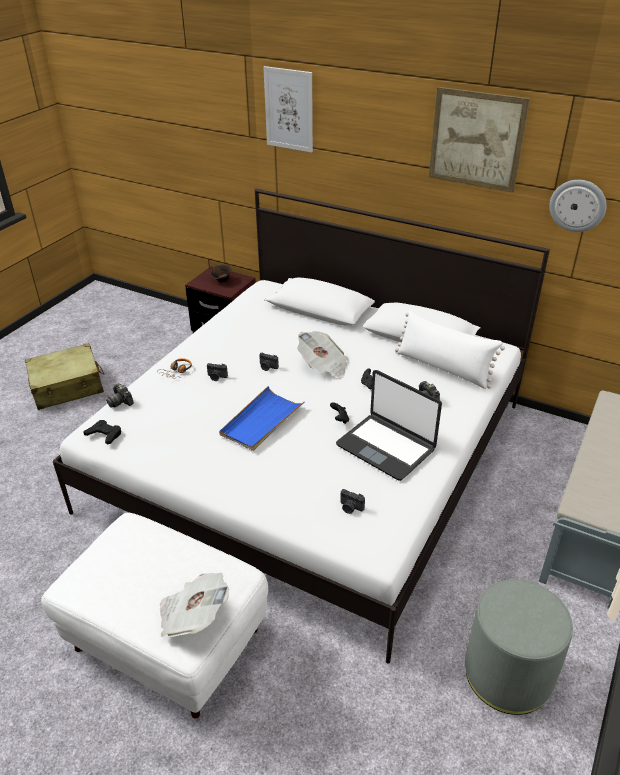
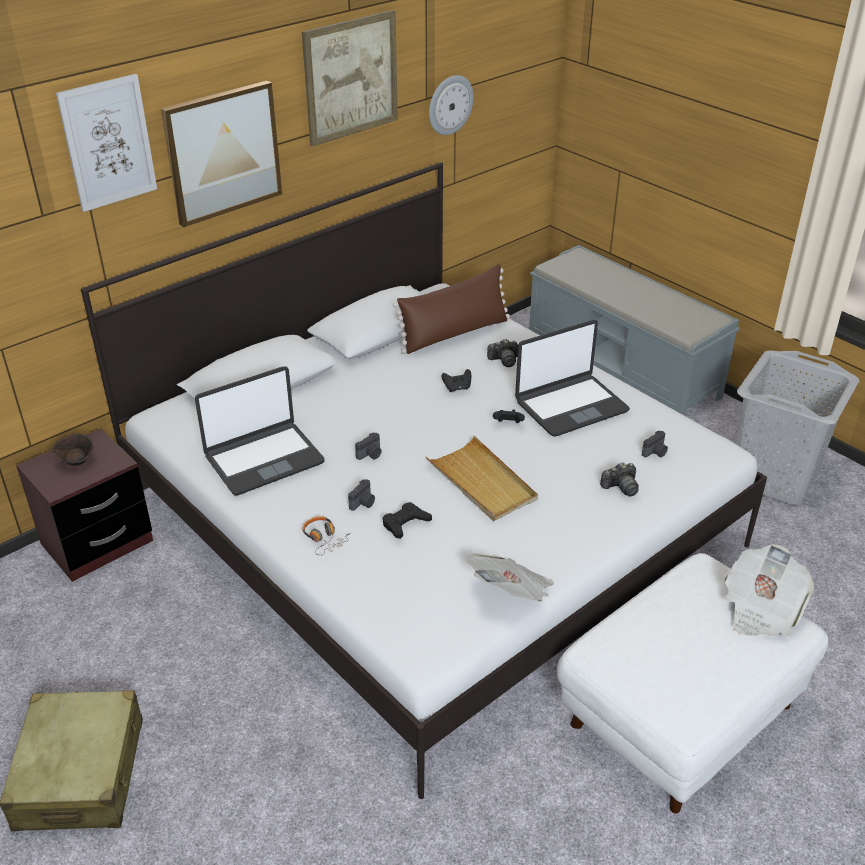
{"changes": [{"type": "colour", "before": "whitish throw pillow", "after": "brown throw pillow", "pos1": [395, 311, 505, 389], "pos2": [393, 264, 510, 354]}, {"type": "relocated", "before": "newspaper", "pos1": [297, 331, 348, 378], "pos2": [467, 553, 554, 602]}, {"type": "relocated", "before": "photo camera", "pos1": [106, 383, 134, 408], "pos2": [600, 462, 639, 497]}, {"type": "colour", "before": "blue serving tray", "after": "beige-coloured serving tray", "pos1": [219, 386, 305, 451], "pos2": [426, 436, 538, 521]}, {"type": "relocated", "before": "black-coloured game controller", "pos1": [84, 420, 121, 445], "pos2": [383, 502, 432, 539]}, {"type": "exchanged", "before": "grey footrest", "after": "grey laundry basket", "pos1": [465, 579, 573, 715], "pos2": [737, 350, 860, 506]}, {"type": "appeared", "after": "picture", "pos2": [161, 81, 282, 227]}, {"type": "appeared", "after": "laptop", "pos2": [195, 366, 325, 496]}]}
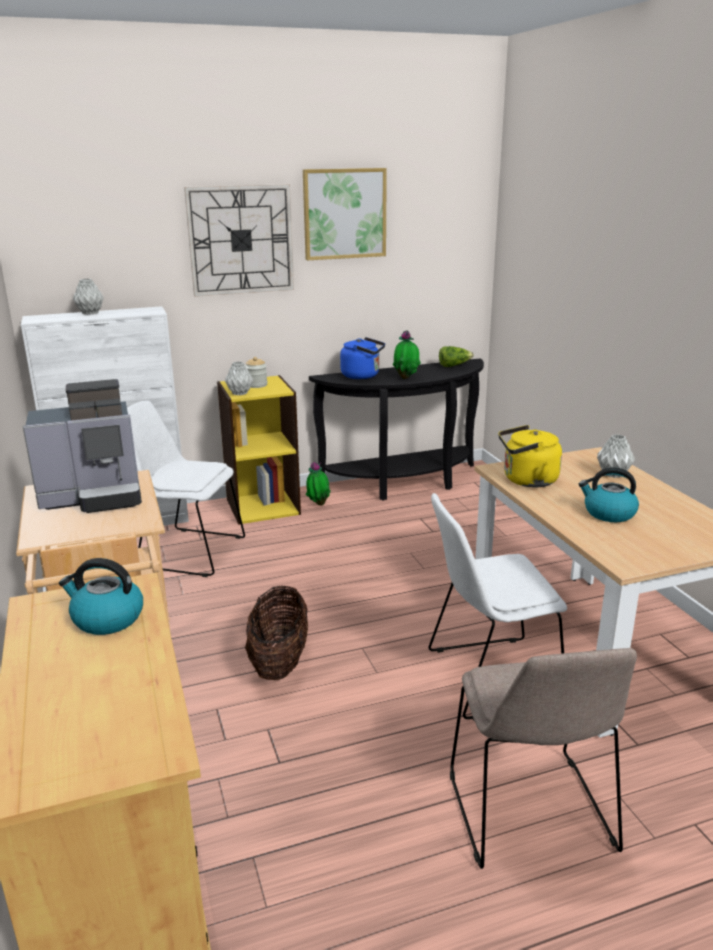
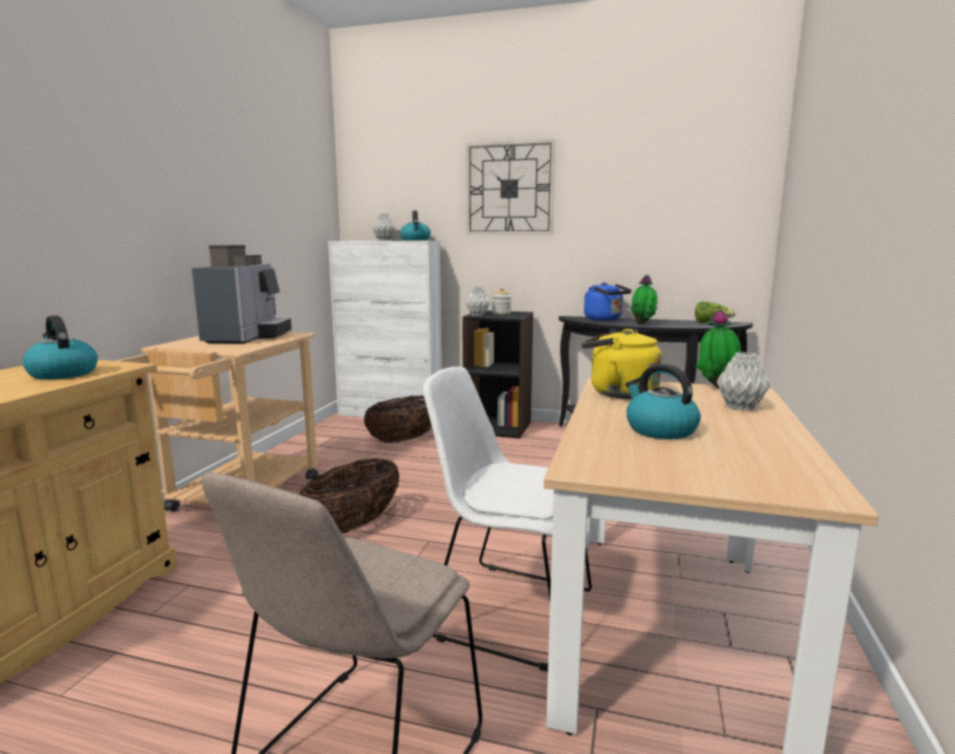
{"changes": [{"type": "missing", "before": "picture", "pos1": [303, 168, 387, 260]}, {"type": "colour", "before": "yellow-coloured bookcase", "after": "black-coloured bookcase", "pos1": [217, 375, 301, 525], "pos2": [462, 311, 533, 439]}, {"type": "spun", "before": "coffee brewer", "pos1": [23, 379, 142, 513], "pos2": [192, 245, 292, 344], "turn": -105}, {"type": "exchanged", "before": "whitish chair", "after": "basket", "pos1": [127, 401, 245, 577], "pos2": [364, 395, 432, 443]}, {"type": "relocated", "before": "houseplant", "pos1": [306, 462, 331, 505], "pos2": [695, 310, 741, 389]}, {"type": "appeared", "after": "tea kettle", "pos2": [400, 211, 431, 241]}]}
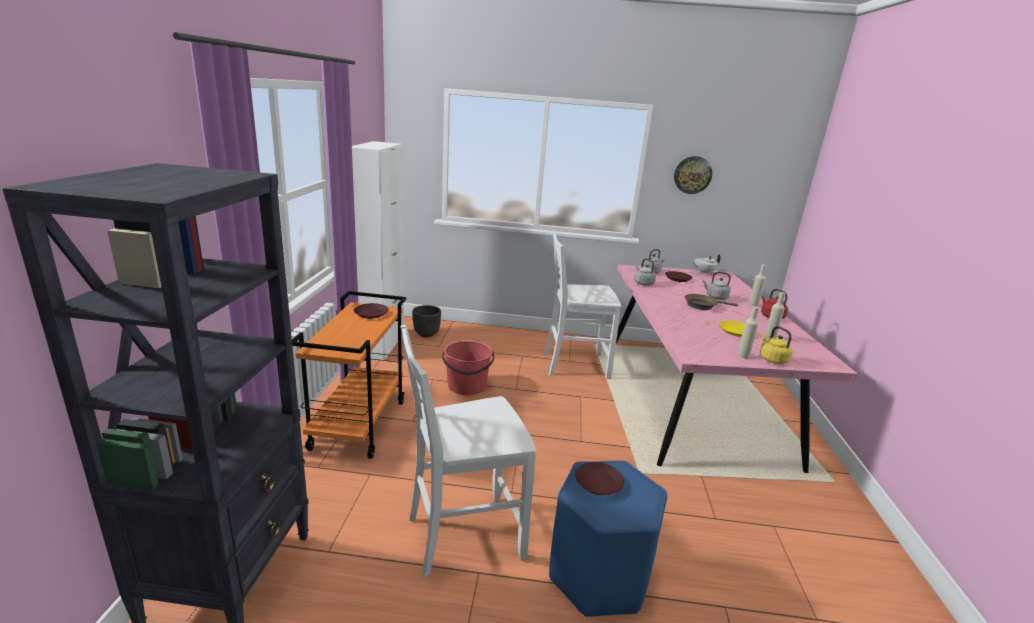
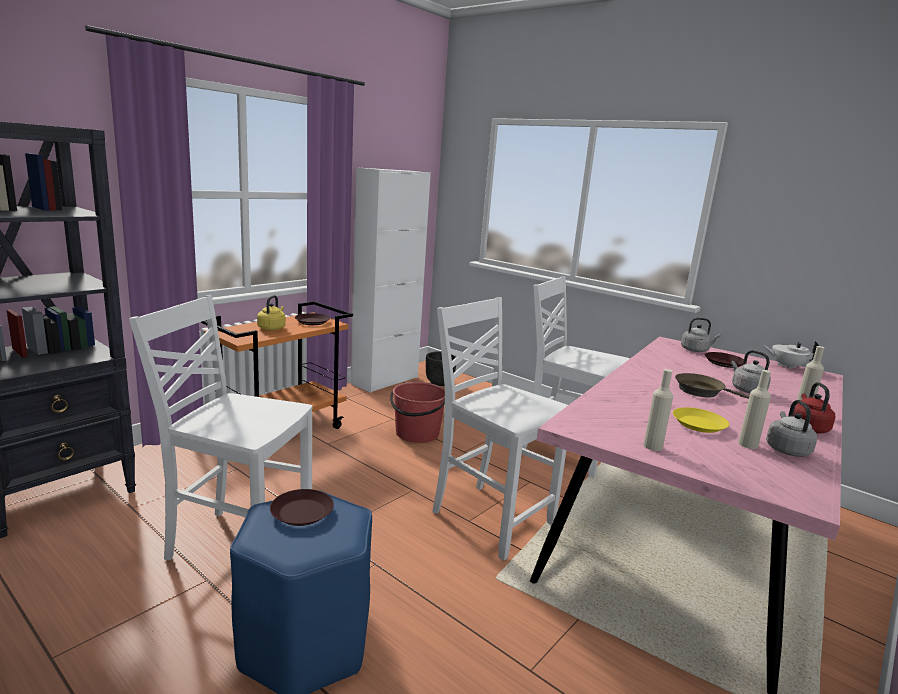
{"changes": [{"type": "missing", "before": "hanging clock", "pos1": [674, 156, 712, 194]}, {"type": "relocated", "before": "grey tea kettle", "pos1": [634, 258, 656, 286], "pos2": [766, 400, 817, 457]}, {"type": "relocated", "before": "yellow-coloured tea kettle", "pos1": [760, 326, 792, 364], "pos2": [257, 295, 285, 330]}, {"type": "appeared", "after": "whitish chair", "pos2": [432, 297, 568, 561]}]}
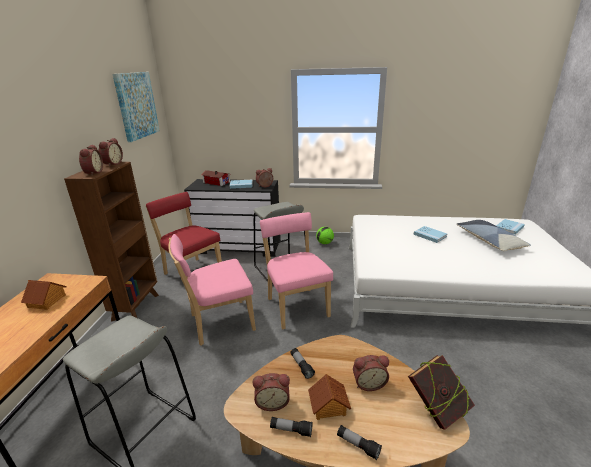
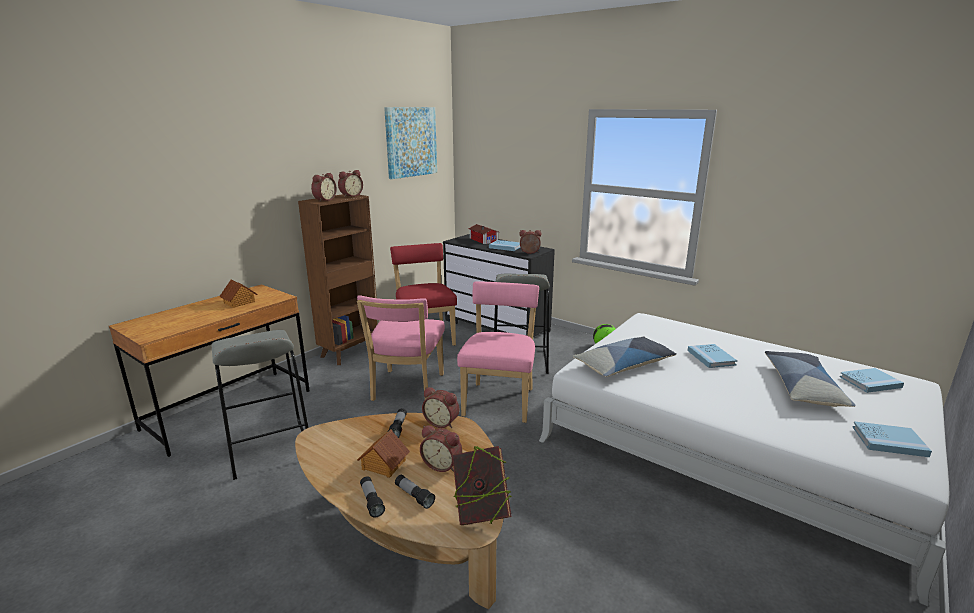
{"changes": [{"type": "spun", "before": "pinkish chair", "pos1": [169, 234, 256, 345], "pos2": [357, 295, 445, 401], "turn": -90}, {"type": "relocated", "before": "table clock", "pos1": [253, 373, 290, 411], "pos2": [422, 387, 459, 428]}, {"type": "relocated", "before": "torch", "pos1": [270, 417, 313, 437], "pos2": [395, 475, 435, 509]}, {"type": "appeared", "after": "throw pillow", "pos2": [573, 337, 677, 377]}, {"type": "appeared", "after": "blue book", "pos2": [853, 421, 932, 457]}]}
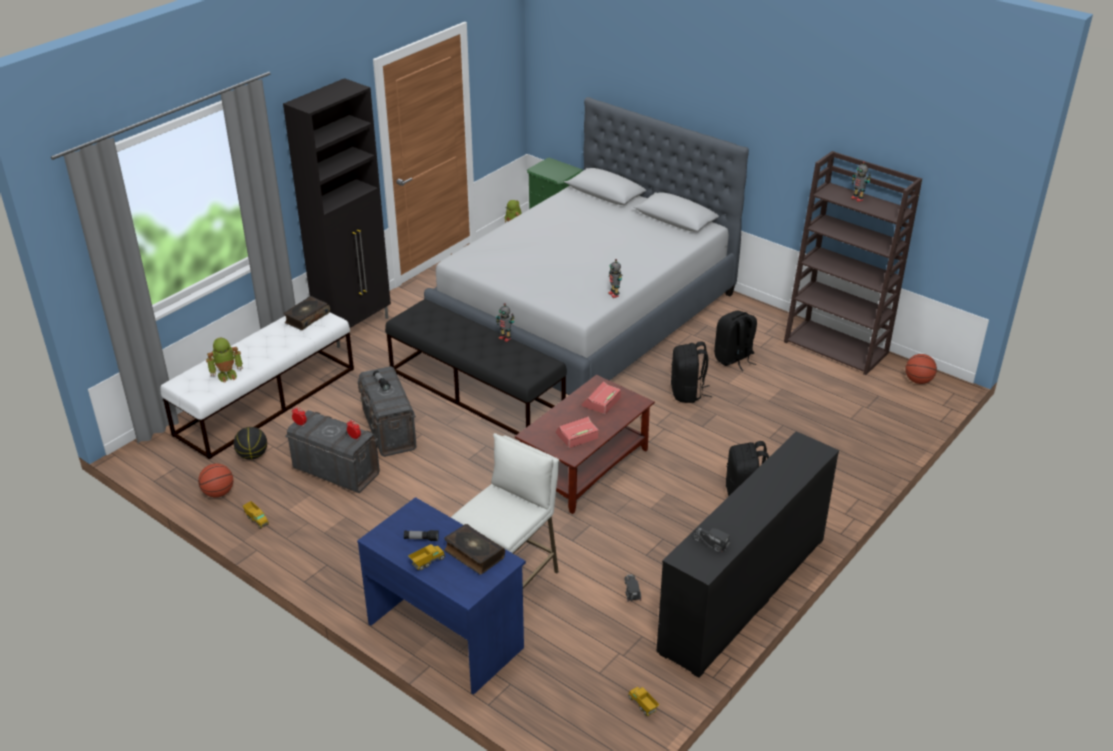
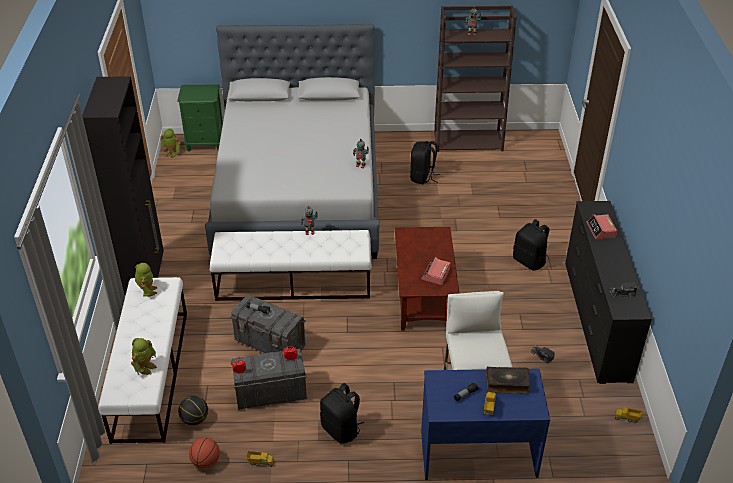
{"changes": [{"type": "exchanged", "before": "book", "after": "model robot", "pos1": [283, 296, 330, 330], "pos2": [135, 263, 158, 297]}, {"type": "colour", "before": "black-coloured indoor bench", "after": "whitish indoor bench", "pos1": [385, 299, 567, 435], "pos2": [209, 230, 372, 301]}, {"type": "relocated", "before": "black-coloured rucksack", "pos1": [671, 341, 712, 403], "pos2": [320, 383, 364, 444]}, {"type": "missing", "before": "basketball ball", "pos1": [905, 354, 937, 384]}, {"type": "relocated", "before": "table clock", "pos1": [582, 381, 621, 414], "pos2": [586, 214, 617, 239]}]}
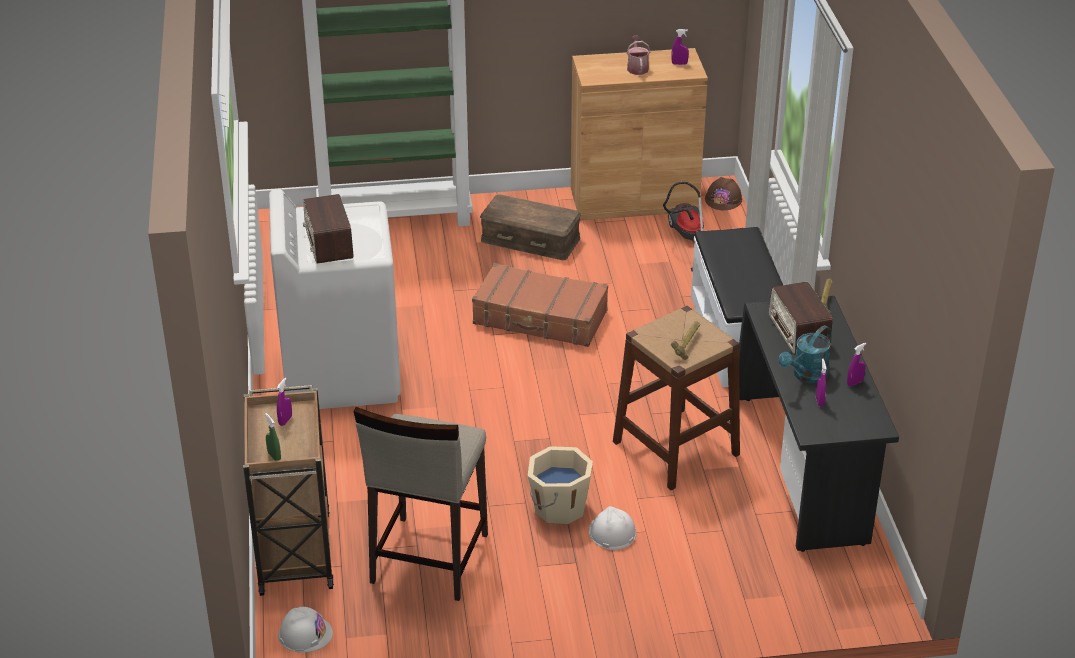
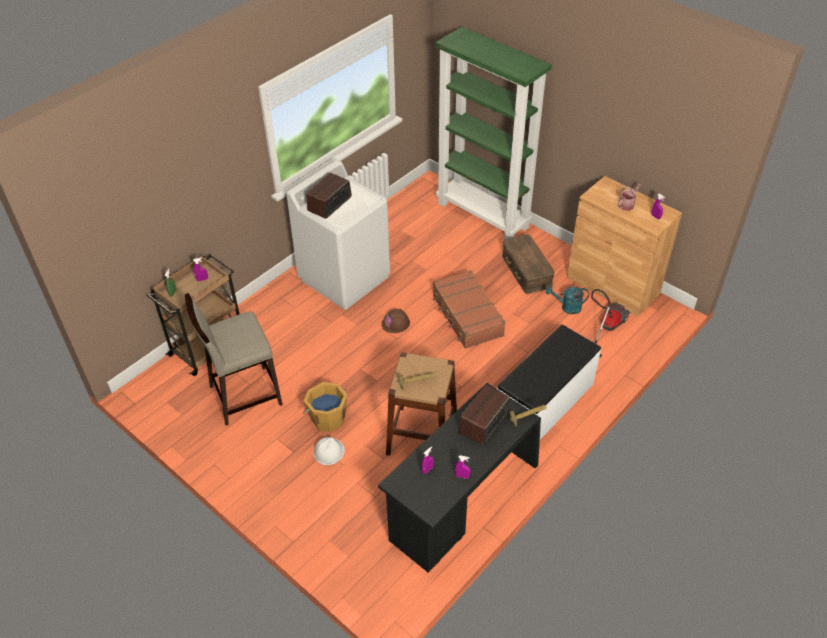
{"changes": [{"type": "relocated", "before": "brown work helmet", "pos1": [705, 177, 742, 210], "pos2": [382, 309, 410, 333]}, {"type": "relocated", "before": "turquoise-coloured watering can", "pos1": [778, 325, 832, 383], "pos2": [546, 287, 589, 314]}, {"type": "colour", "before": "beige-coloured pail", "after": "orange-coloured pail", "pos1": [528, 446, 593, 524], "pos2": [303, 382, 347, 432]}, {"type": "missing", "before": "whitish work helmet", "pos1": [278, 607, 333, 653]}]}
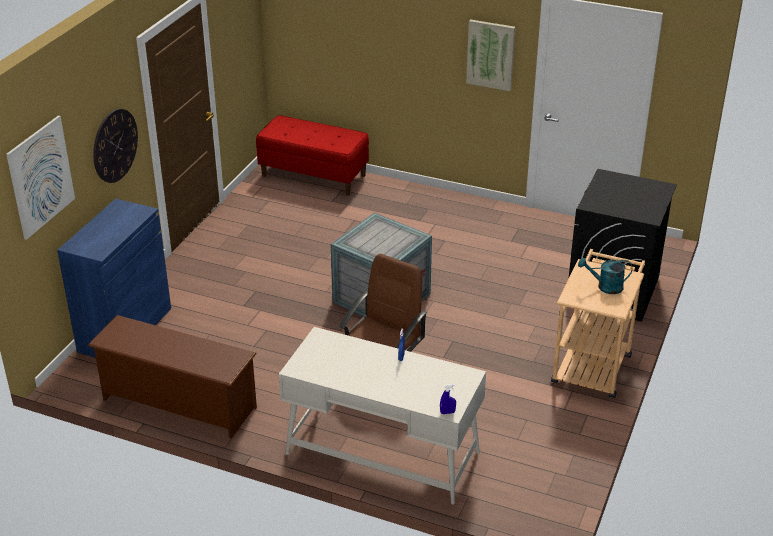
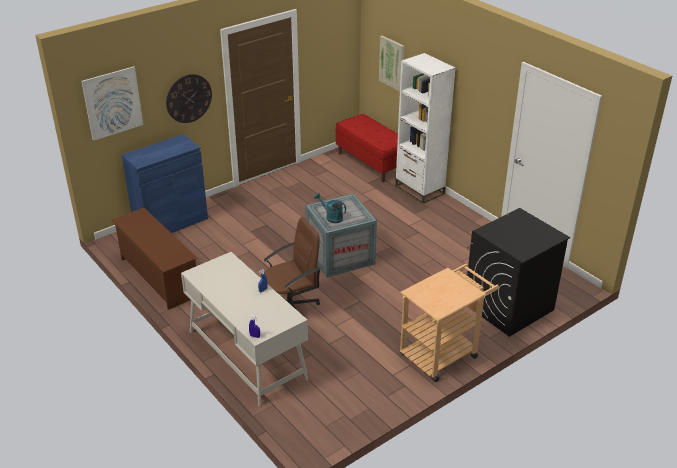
{"changes": [{"type": "relocated", "before": "picture", "pos1": [466, 19, 515, 91], "pos2": [379, 35, 404, 92]}, {"type": "relocated", "before": "turquoise-coloured watering can", "pos1": [578, 258, 632, 294], "pos2": [314, 193, 346, 223]}, {"type": "appeared", "after": "whitish bookcase", "pos2": [395, 53, 456, 204]}]}
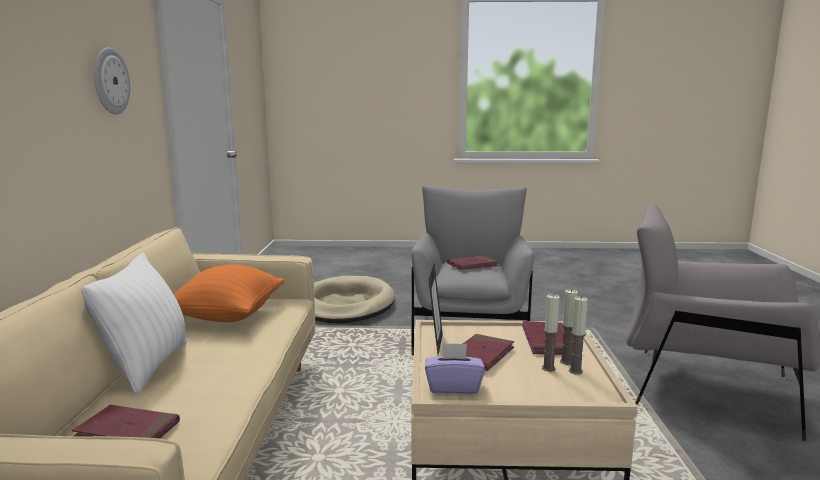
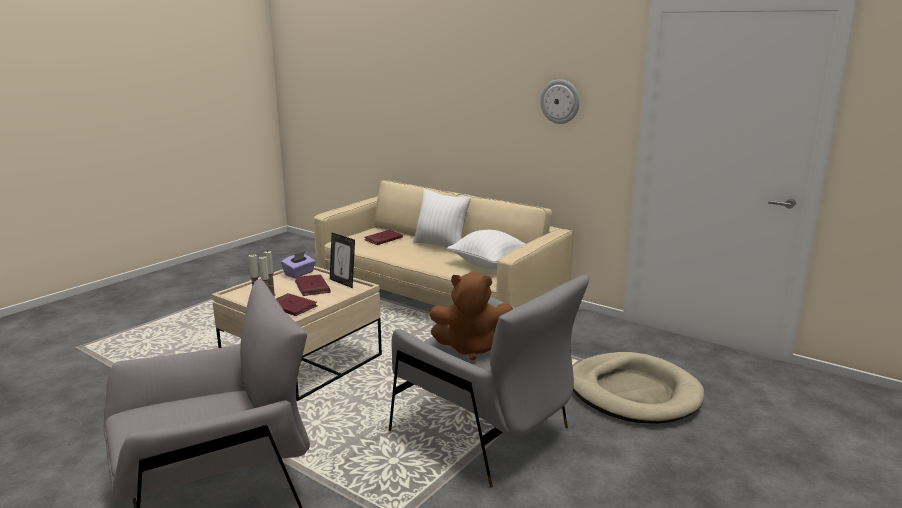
{"changes": [{"type": "exchanged", "before": "red-coloured book", "after": "brown plush toy", "pos1": [447, 256, 498, 270], "pos2": [430, 272, 513, 360]}, {"type": "colour", "before": "orange-coloured throw pillow", "after": "whitish throw pillow", "pos1": [174, 264, 284, 322], "pos2": [447, 230, 525, 269]}]}
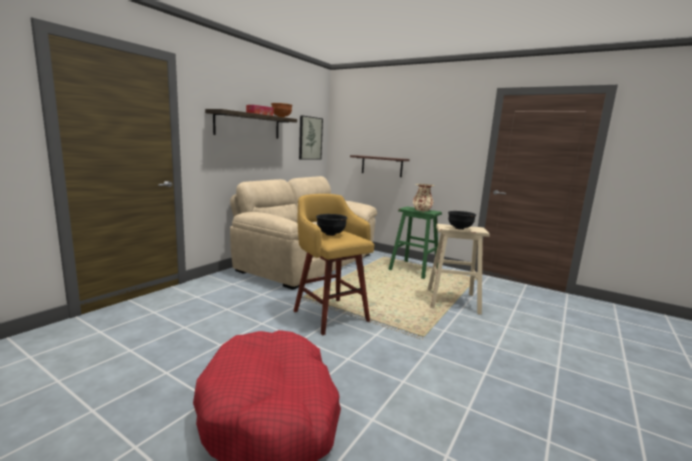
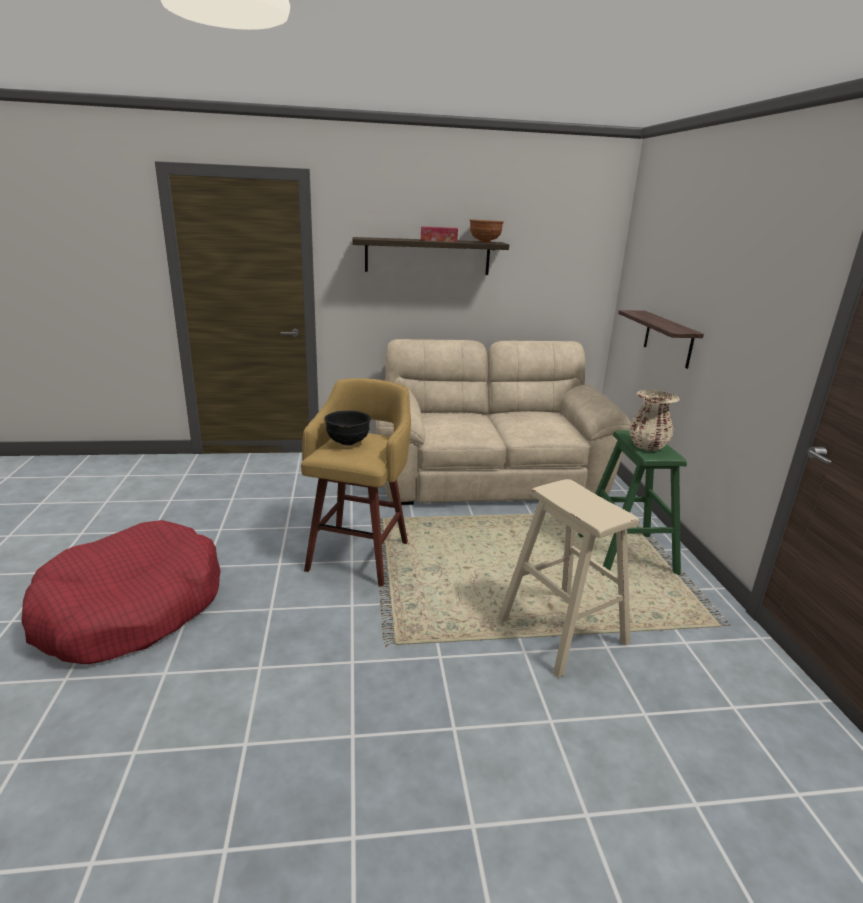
{"changes": [{"type": "missing", "before": "picture", "pos1": [299, 115, 323, 160]}, {"type": "missing", "before": "black-coloured bowl", "pos1": [448, 211, 476, 230]}]}
